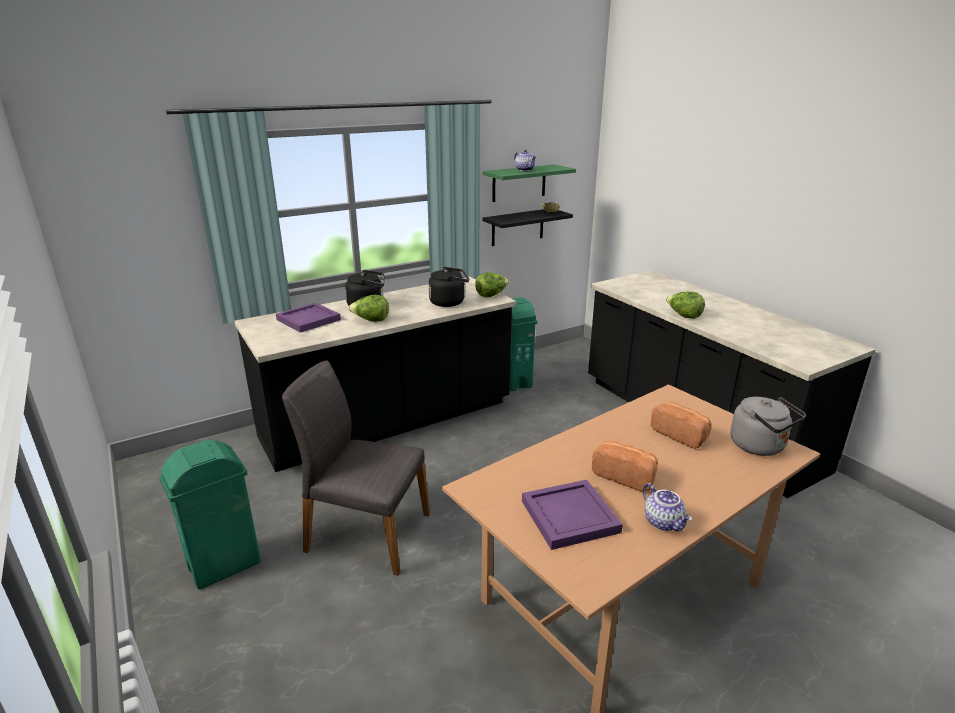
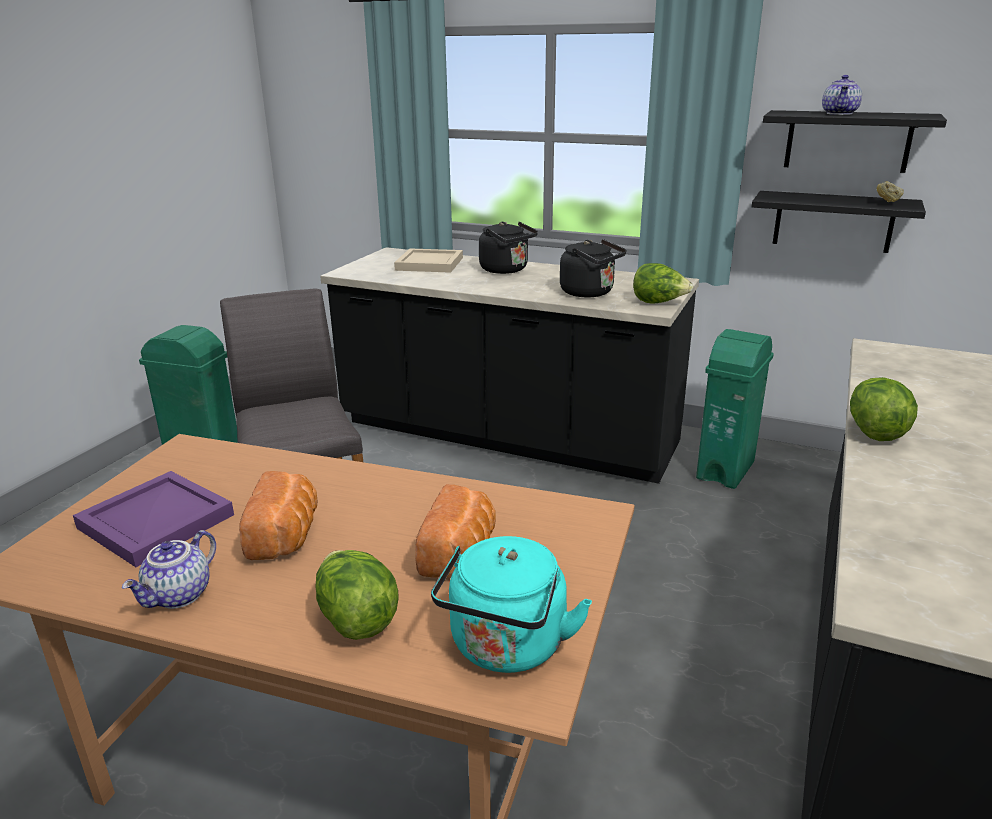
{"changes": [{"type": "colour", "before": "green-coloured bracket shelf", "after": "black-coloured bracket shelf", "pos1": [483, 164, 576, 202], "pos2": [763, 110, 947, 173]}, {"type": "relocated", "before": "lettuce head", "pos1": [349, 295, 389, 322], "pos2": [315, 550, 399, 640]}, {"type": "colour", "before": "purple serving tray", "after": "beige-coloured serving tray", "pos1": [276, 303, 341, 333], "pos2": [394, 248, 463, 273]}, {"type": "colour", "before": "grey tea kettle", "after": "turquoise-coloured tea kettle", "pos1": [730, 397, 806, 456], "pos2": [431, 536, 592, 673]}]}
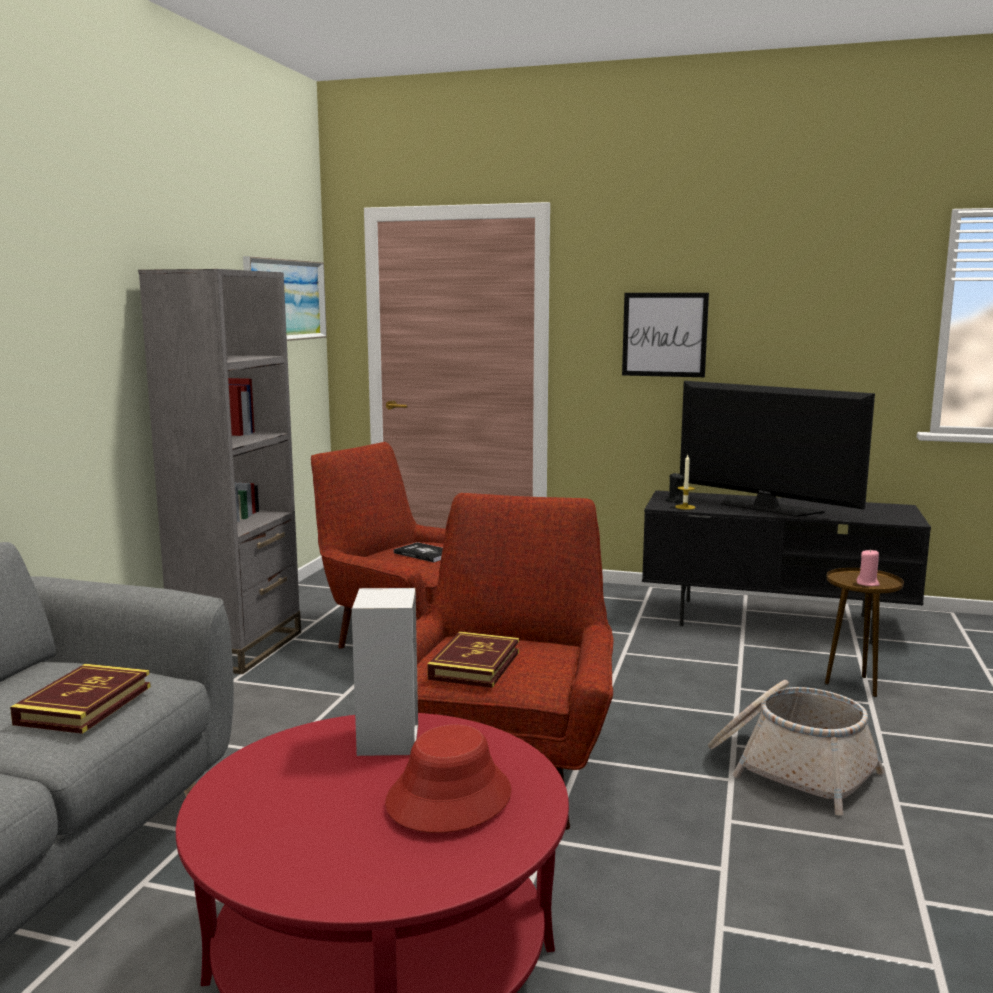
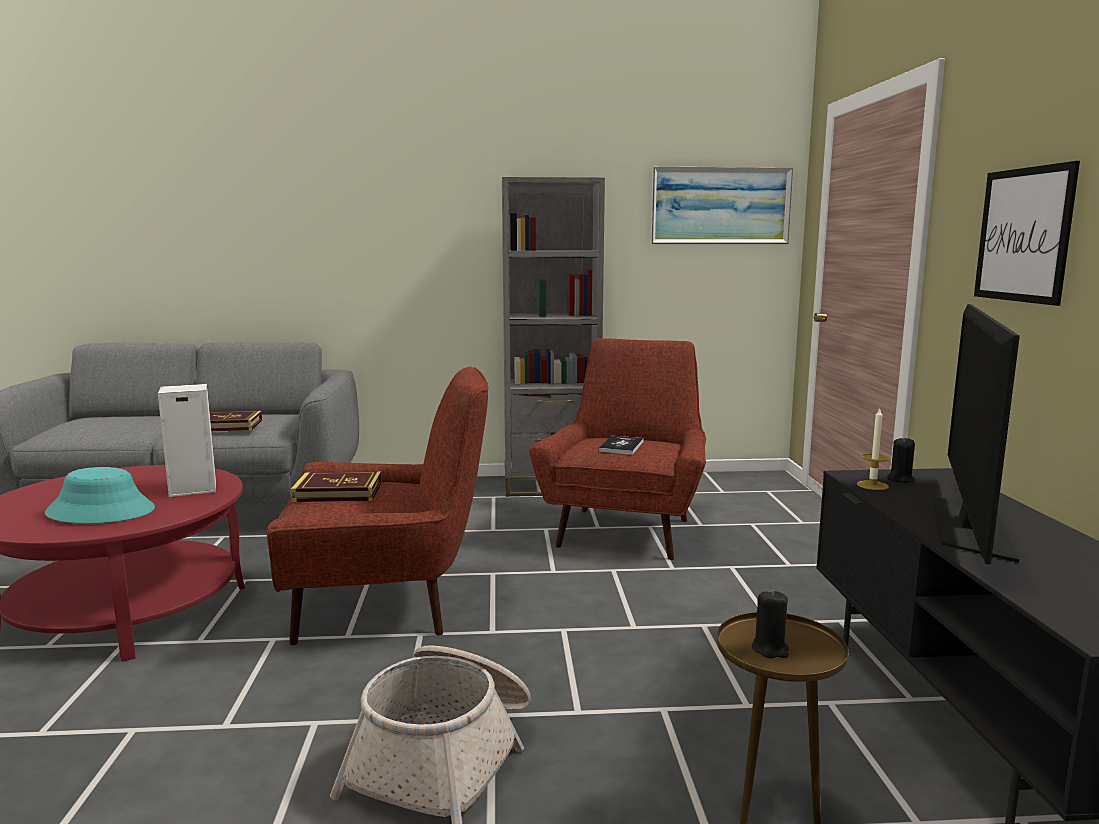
{"changes": [{"type": "colour", "before": "pinkish wax light", "after": "black-coloured wax light", "pos1": [857, 549, 880, 586], "pos2": [752, 590, 789, 658]}, {"type": "colour", "before": "red-coloured wearable hat", "after": "turquoise-coloured wearable hat", "pos1": [385, 724, 512, 833], "pos2": [45, 467, 155, 524]}]}
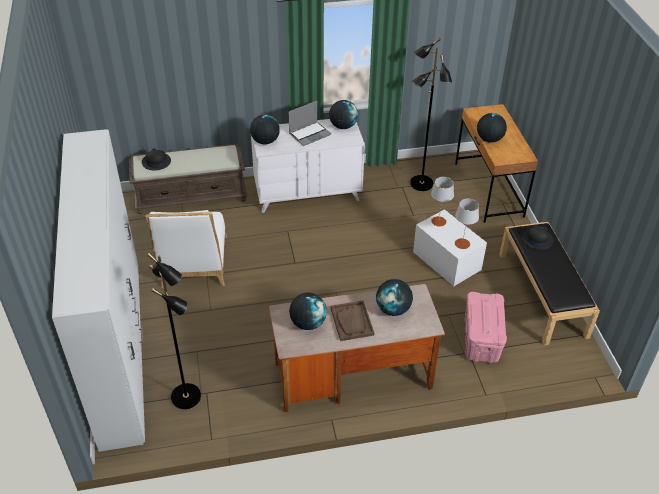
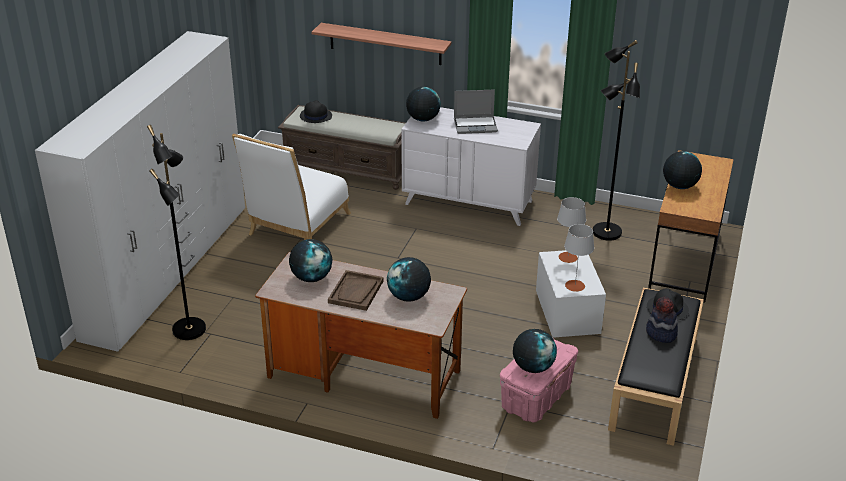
{"changes": [{"type": "relocated", "before": "desk globe", "pos1": [329, 100, 358, 129], "pos2": [513, 329, 557, 373]}, {"type": "appeared", "after": "bracket shelf", "pos2": [311, 23, 452, 65]}, {"type": "appeared", "after": "wearable hat", "pos2": [646, 297, 678, 343]}]}
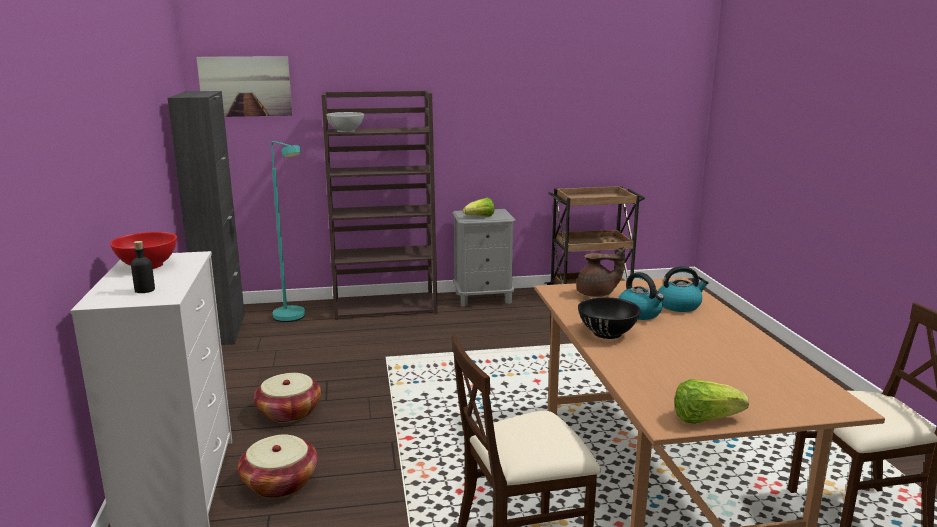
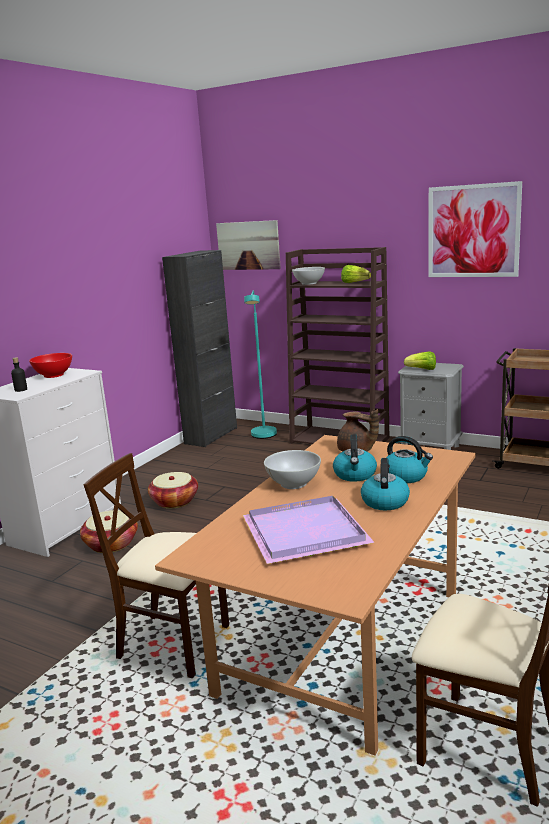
{"changes": [{"type": "colour", "before": "black-coloured bowl", "after": "whitish bowl", "pos1": [578, 297, 641, 339], "pos2": [264, 450, 321, 489]}, {"type": "relocated", "before": "lettuce head", "pos1": [675, 379, 749, 424], "pos2": [341, 265, 371, 283]}, {"type": "appeared", "after": "picture", "pos2": [428, 181, 522, 277]}, {"type": "appeared", "after": "tea kettle", "pos2": [361, 458, 410, 510]}, {"type": "appeared", "after": "purple serving tray", "pos2": [243, 496, 375, 564]}]}
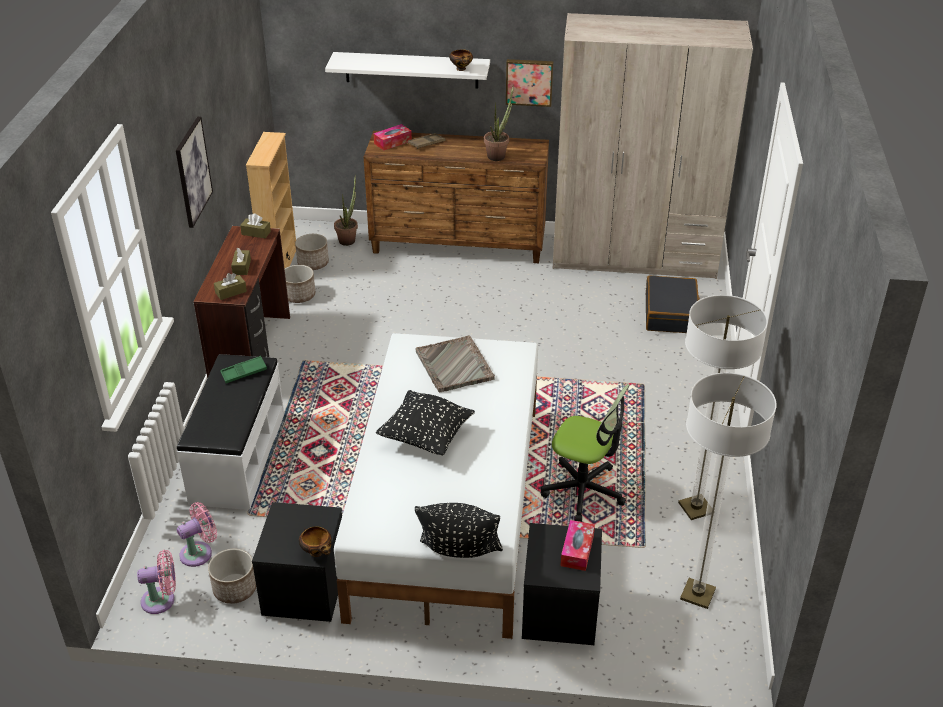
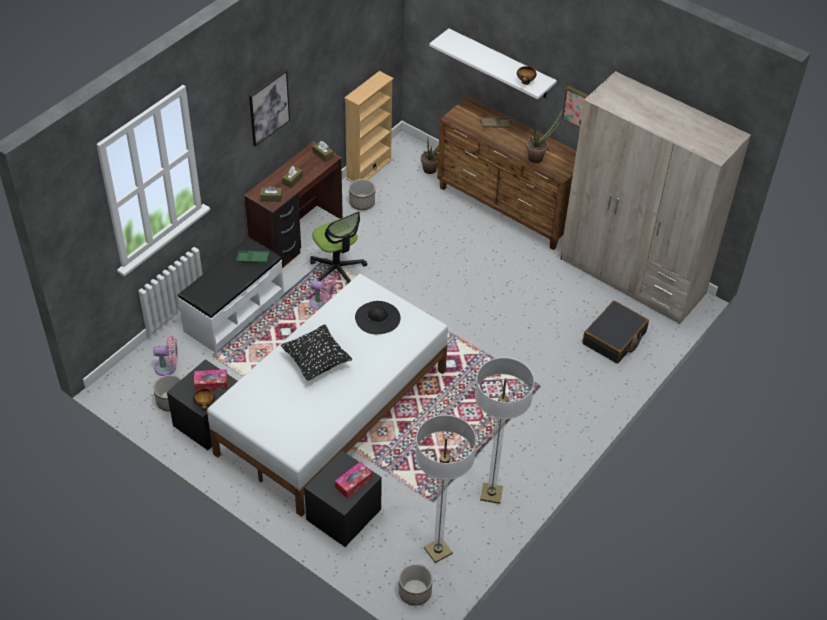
{"changes": [{"type": "relocated", "before": "box of tissues", "pos1": [374, 124, 412, 150], "pos2": [194, 369, 228, 391]}, {"type": "relocated", "before": "plant pot", "pos1": [295, 234, 329, 270], "pos2": [399, 564, 433, 606]}, {"type": "exchanged", "before": "grey serving tray", "after": "black-coloured wearable hat", "pos1": [415, 336, 495, 392], "pos2": [355, 301, 400, 334]}, {"type": "relocated", "before": "desk chair", "pos1": [541, 384, 630, 522], "pos2": [310, 212, 367, 283]}, {"type": "missing", "before": "black-coloured throw pillow", "pos1": [415, 503, 503, 558]}, {"type": "relocated", "before": "pinkish electric fan", "pos1": [137, 550, 176, 614], "pos2": [309, 275, 336, 310]}]}
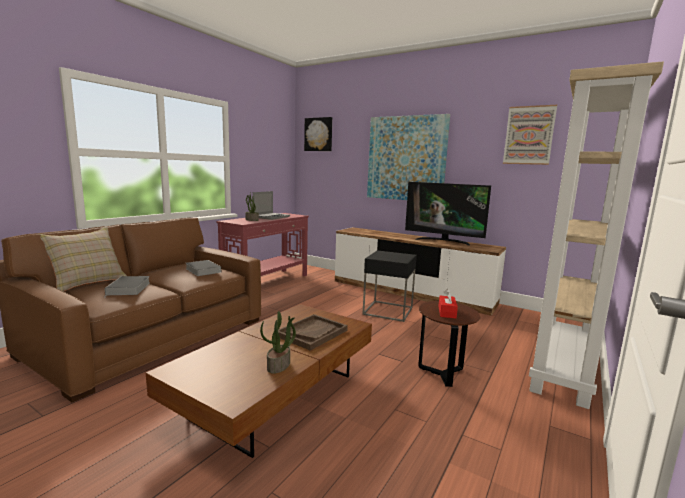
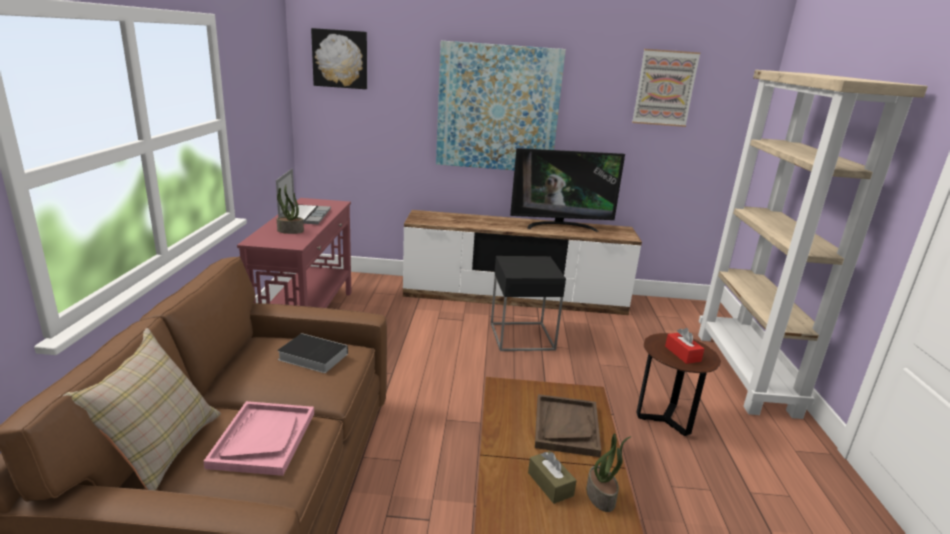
{"changes": [{"type": "exchanged", "before": "book", "after": "pinkish serving tray", "pos1": [104, 276, 150, 298], "pos2": [203, 401, 314, 476]}, {"type": "appeared", "after": "brown box of tissues", "pos2": [528, 451, 577, 504]}]}
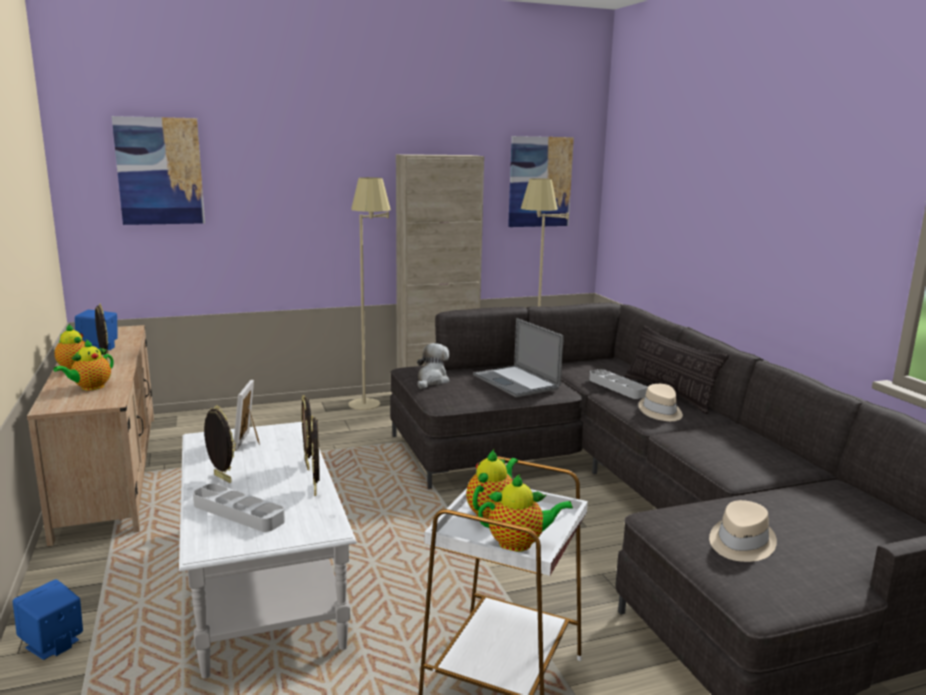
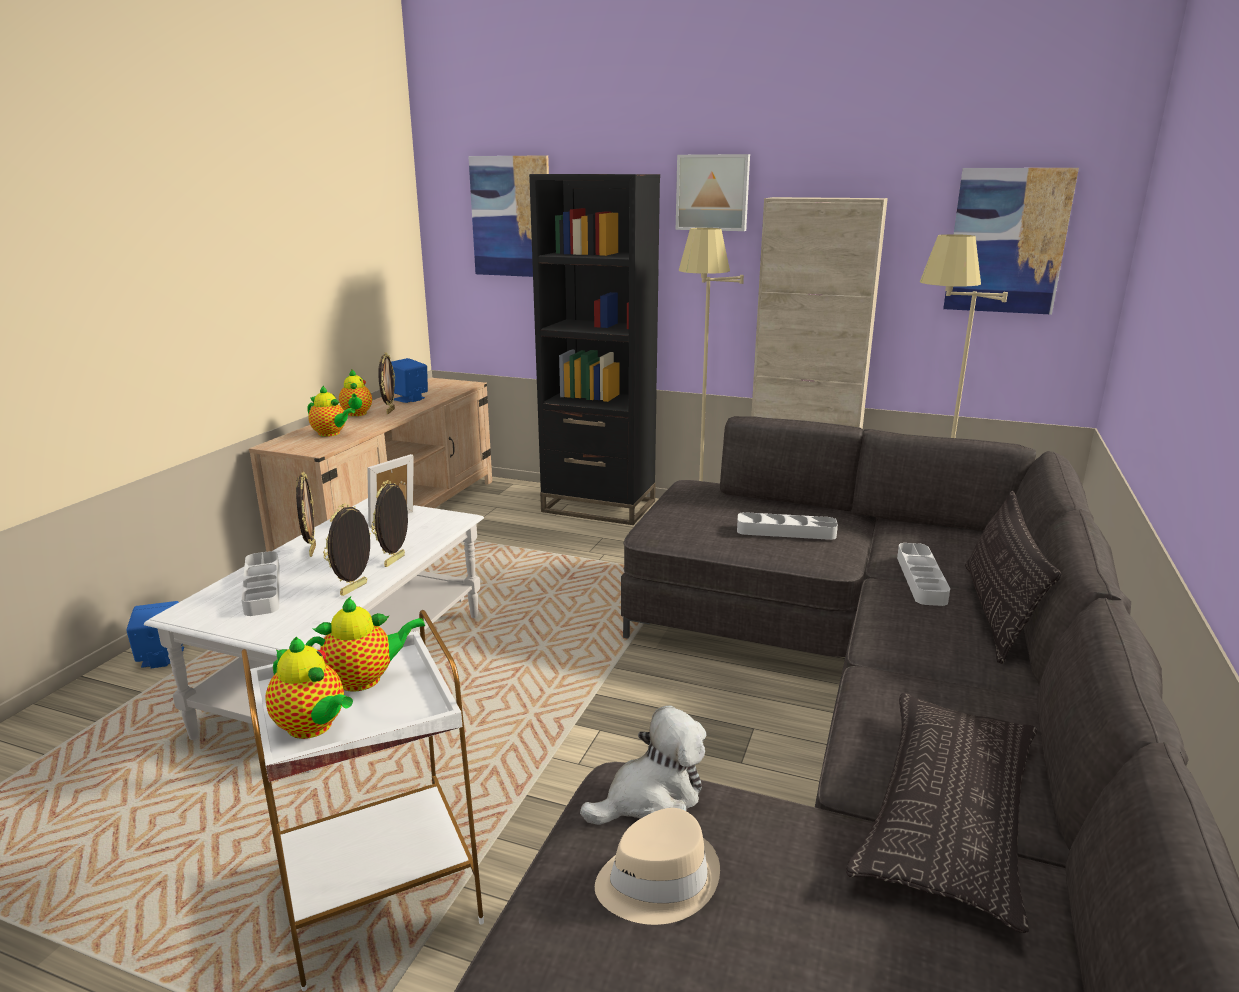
{"changes": [{"type": "exchanged", "before": "laptop", "after": "grey serving tray", "pos1": [473, 318, 564, 397], "pos2": [737, 512, 838, 540]}, {"type": "spun", "before": "pot for tea", "pos1": [53, 340, 114, 390], "pos2": [307, 385, 355, 437], "turn": -135}, {"type": "relocated", "before": "plush toy", "pos1": [417, 343, 449, 389], "pos2": [580, 706, 706, 825]}, {"type": "missing", "before": "beige-coloured wearable hat", "pos1": [638, 384, 683, 421]}, {"type": "appeared", "after": "picture", "pos2": [676, 154, 750, 231]}, {"type": "appeared", "after": "black-coloured bookcase", "pos2": [529, 174, 660, 525]}, {"type": "appeared", "after": "throw pillow", "pos2": [846, 693, 1037, 933]}]}
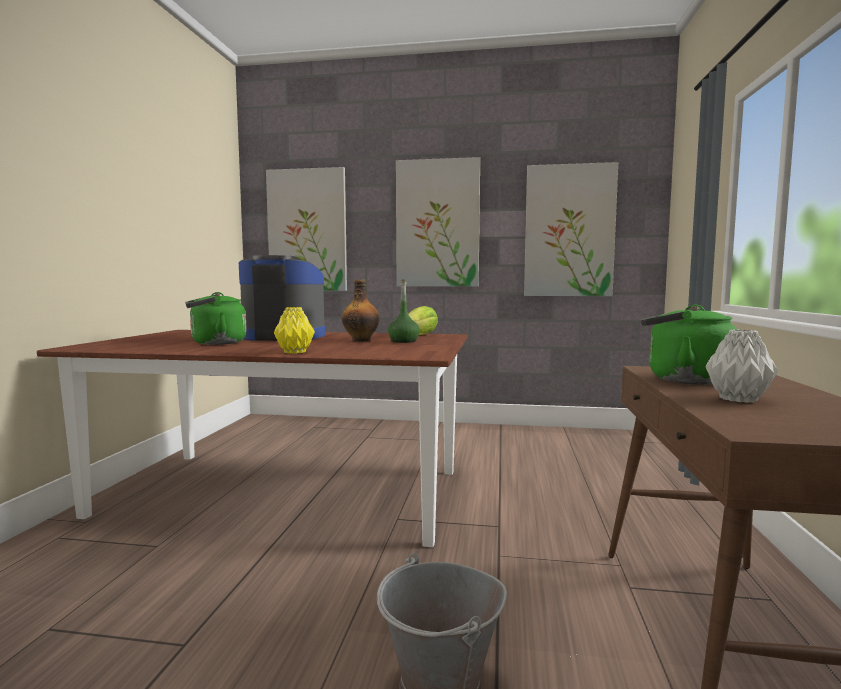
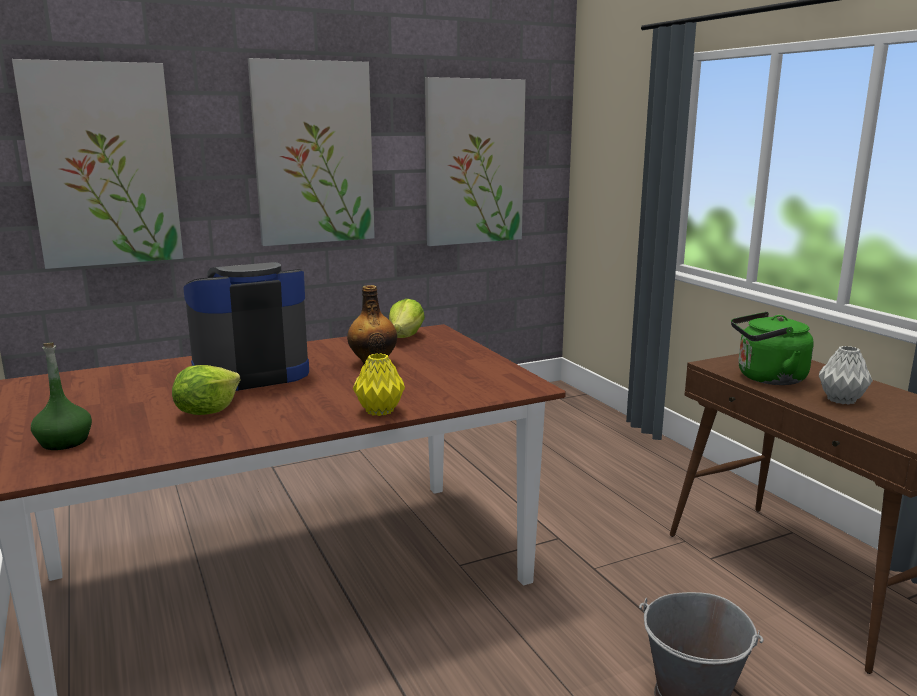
{"changes": [{"type": "relocated", "before": "green-coloured drink bottle", "pos1": [388, 280, 420, 343], "pos2": [31, 343, 92, 450]}, {"type": "exchanged", "before": "green-coloured tea kettle", "after": "lettuce head", "pos1": [185, 292, 247, 345], "pos2": [172, 365, 241, 415]}]}
